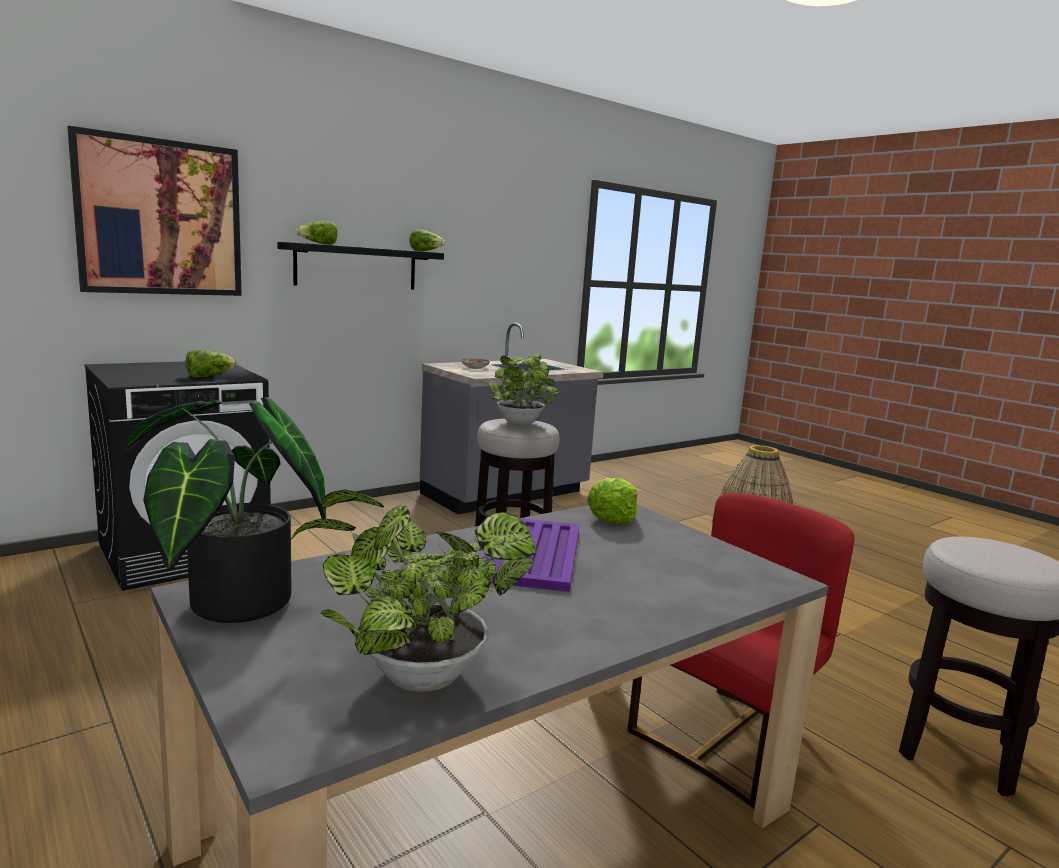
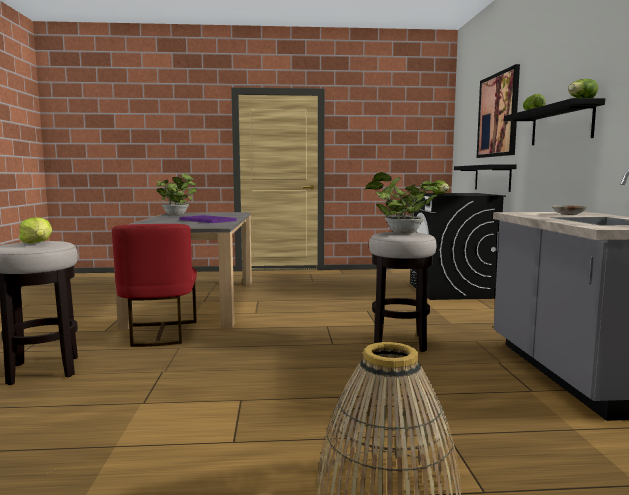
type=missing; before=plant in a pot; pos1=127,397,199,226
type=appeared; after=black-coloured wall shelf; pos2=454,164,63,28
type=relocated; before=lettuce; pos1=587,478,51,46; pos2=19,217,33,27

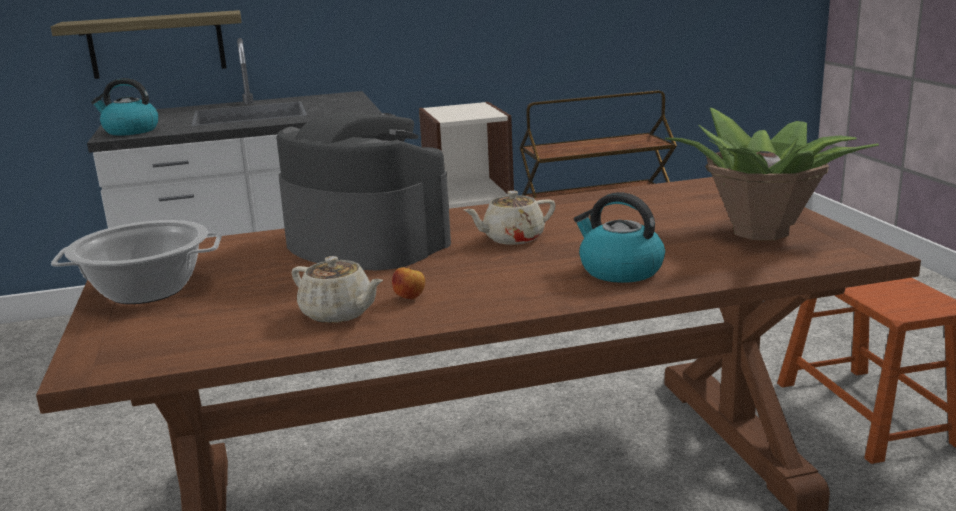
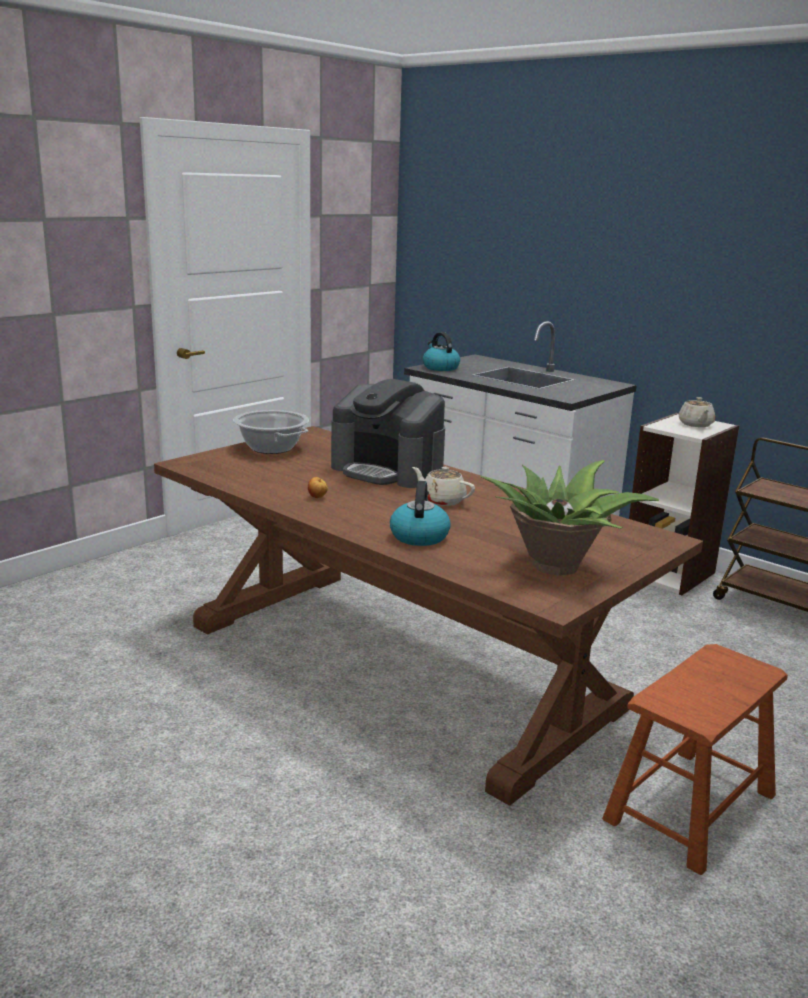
type=missing; before=wall shelf; pos1=51,10,191,69
type=relocated; before=beige pot for tea; pos1=292,256,91,67; pos2=679,397,36,30
type=spun; before=coffee brewer; pos1=276,112,175,158; pos2=331,379,114,109; turn=120

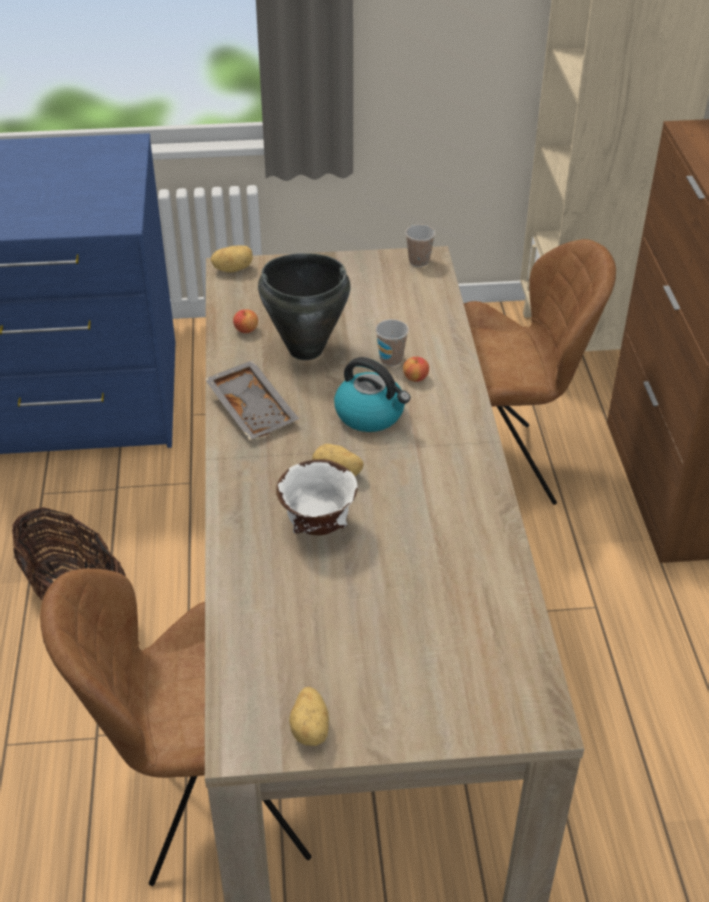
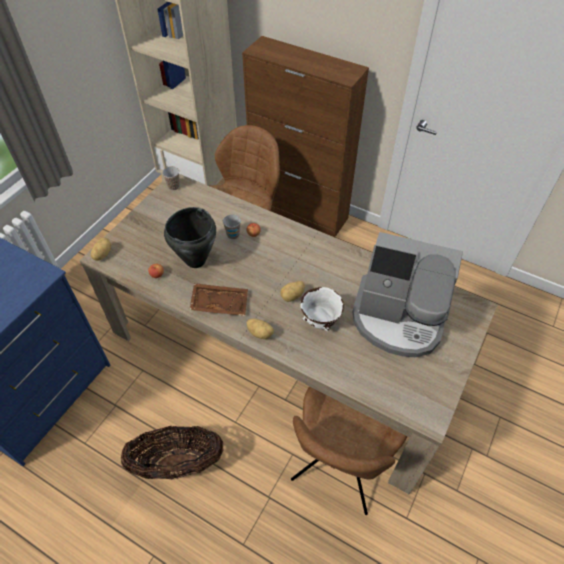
type=missing; before=tea kettle; pos1=334,357,76,75
type=appeared; after=coffee brewer; pos2=352,232,111,125
type=relocated; before=spud; pos1=289,687,40,59; pos2=247,318,27,21
type=colour; before=grey tray; after=brown-coloured tray; pos1=205,360,94,80; pos2=189,283,59,33

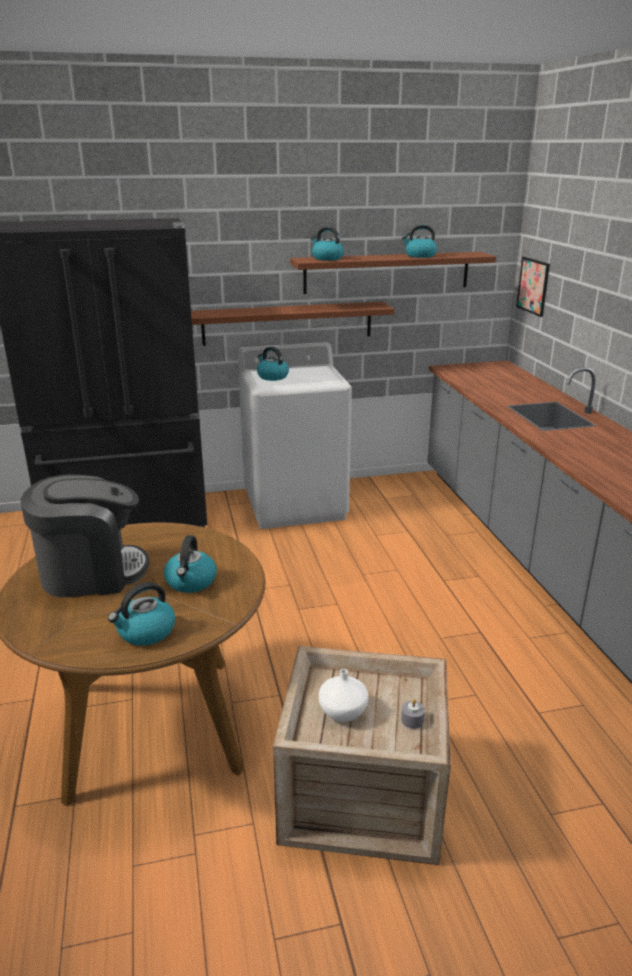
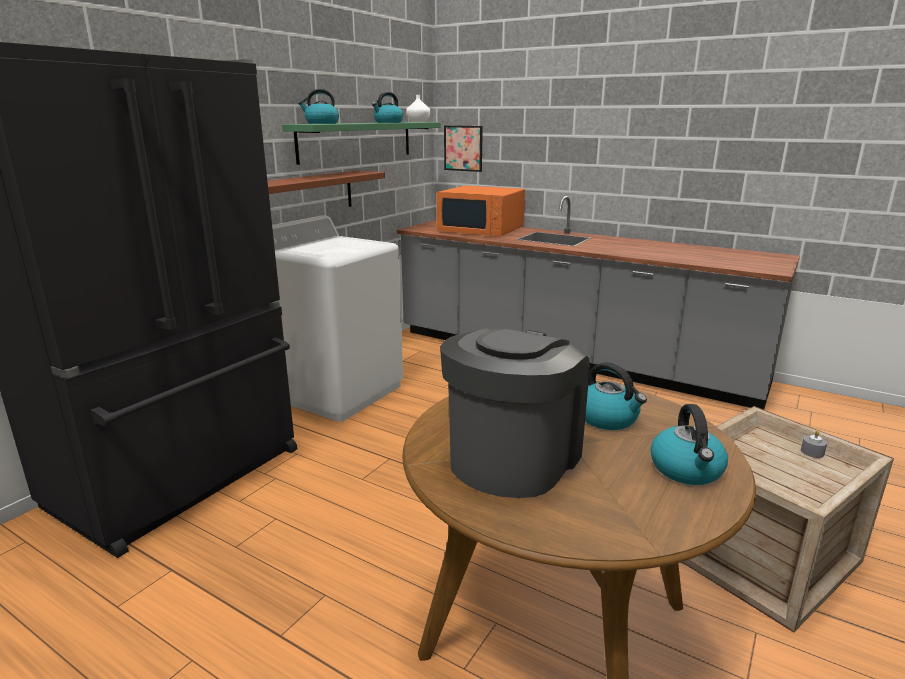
type=missing; before=tea kettle; pos1=257,347,32,34
type=appeared; after=orange-coloured kitchen microwave; pos2=436,186,89,50
type=relocated; before=white-coloured decorative vase; pos1=319,669,49,53; pos2=406,95,24,27
type=colour; before=brown-coloured wall shelf; after=green wall shelf; pos1=290,252,206,42; pos2=282,122,159,43

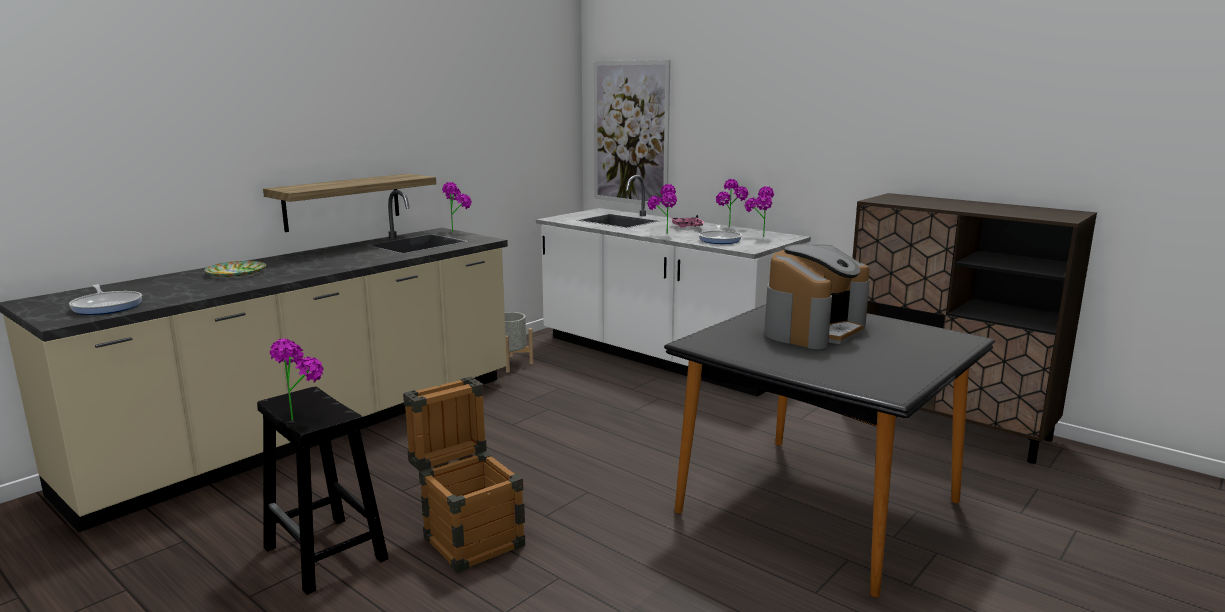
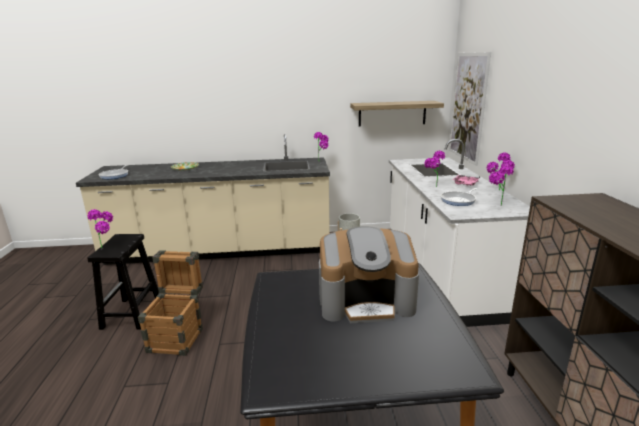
type=relocated; before=wall shelf; pos1=263,174,173,58; pos2=350,101,94,25

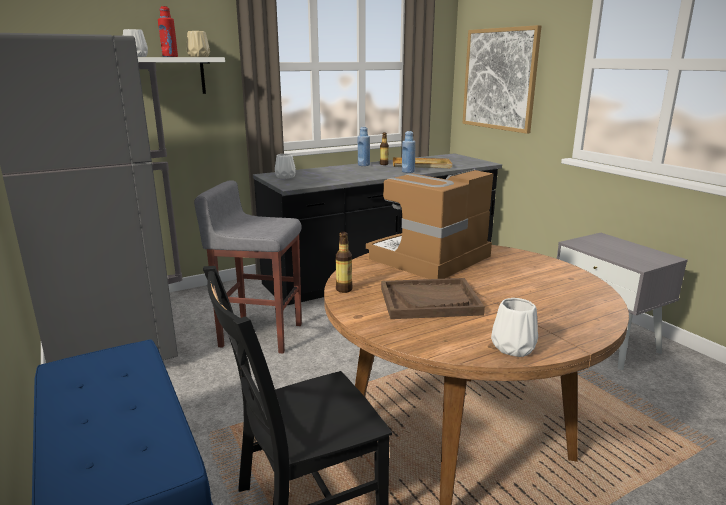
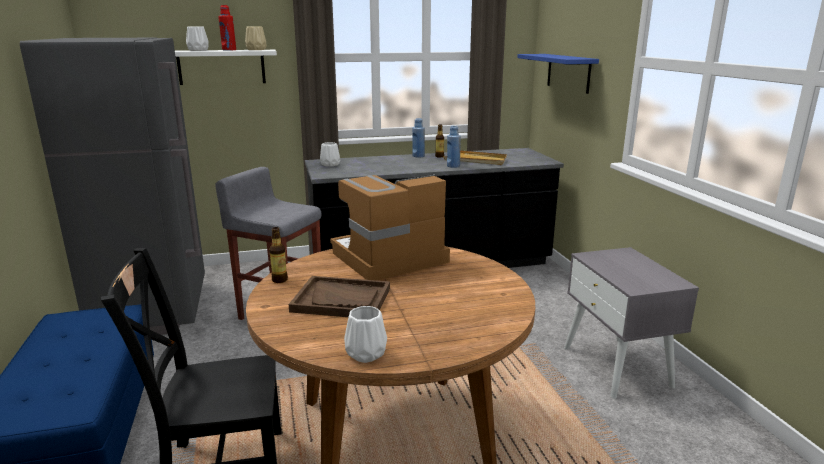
type=exchanged; before=wall art; after=blue-coloured wall shelf; pos1=463,25,78,109; pos2=517,54,82,40

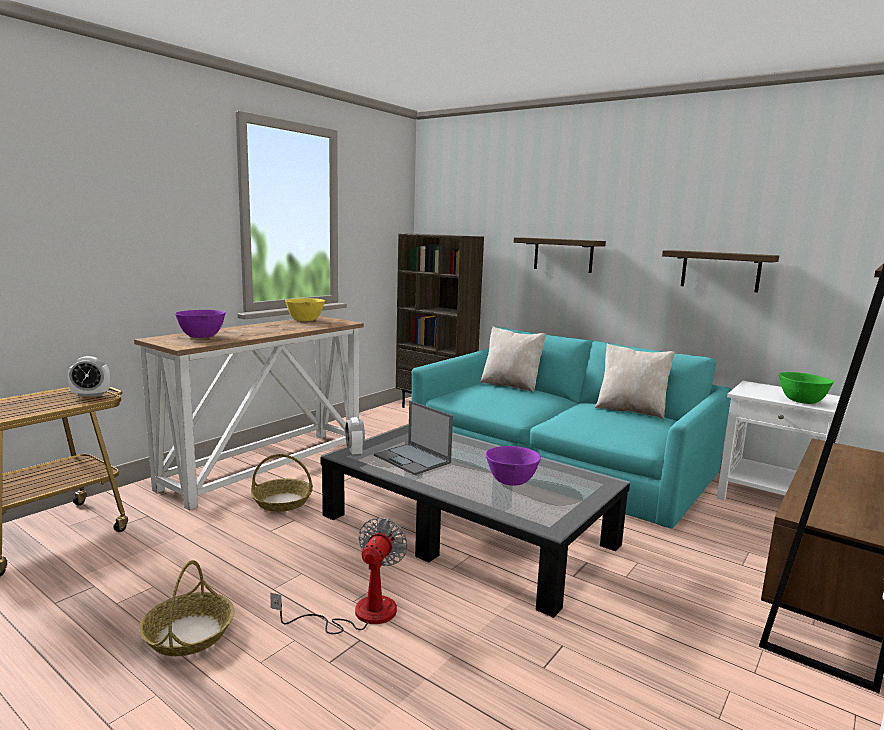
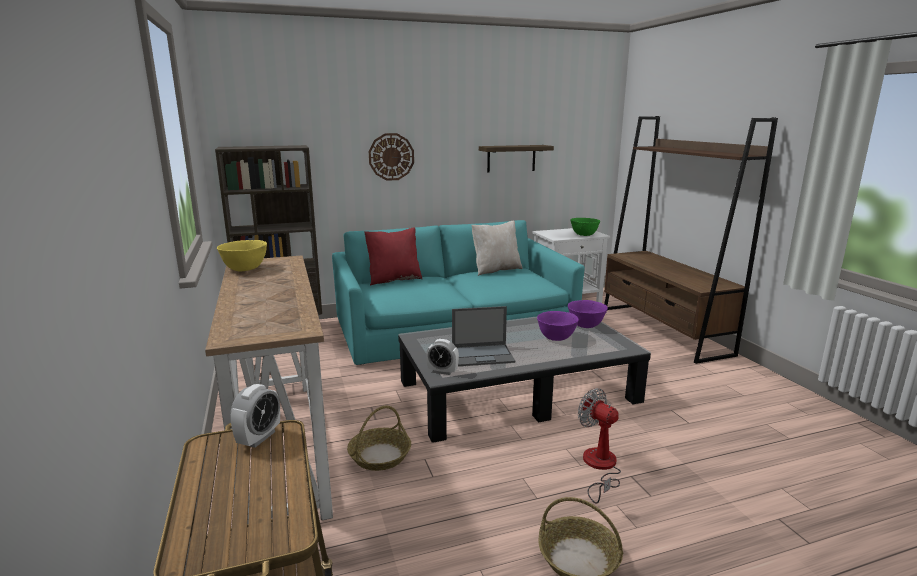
type=relocated; before=purple-coloured serving bowl; pos1=175,310,51,28; pos2=568,300,40,28
type=exchanged; before=wall shelf; after=wall clock; pos1=514,237,92,36; pos2=369,133,45,48
type=colour; before=beige pillow; after=red pillow; pos1=480,327,66,66; pos2=364,227,58,59

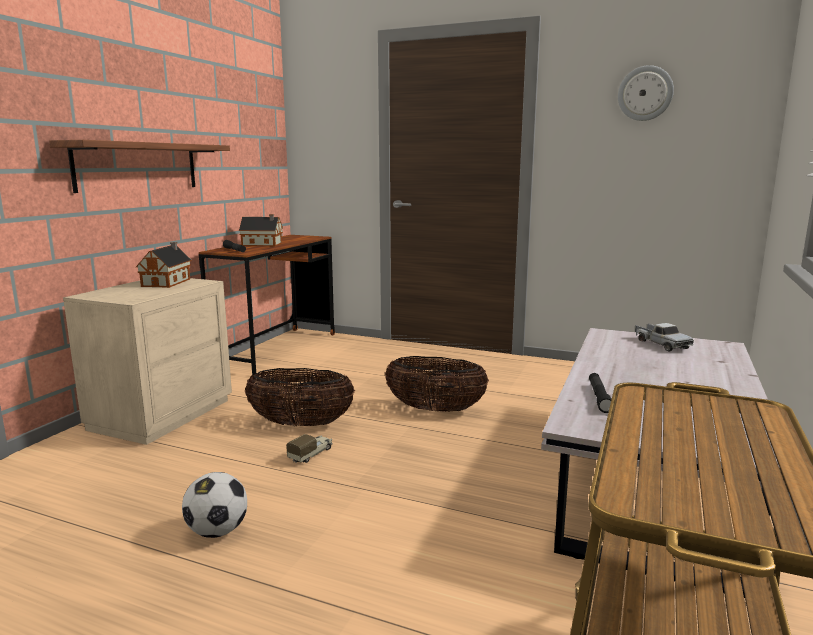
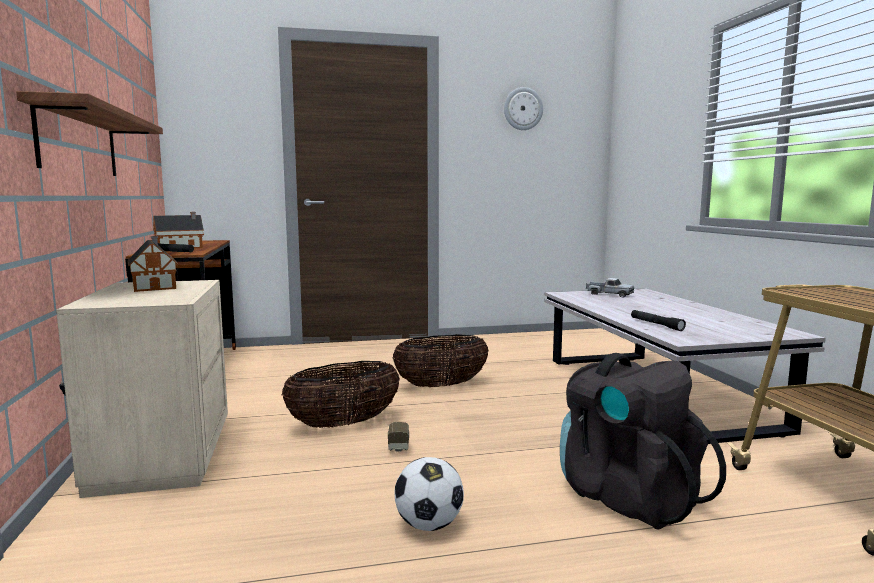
type=appeared; after=black-coloured rucksack; pos2=560,353,166,177

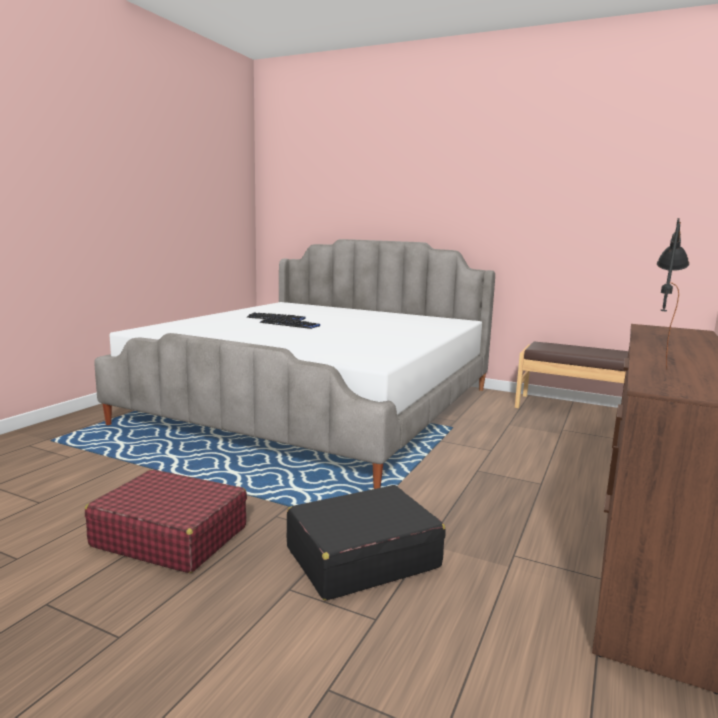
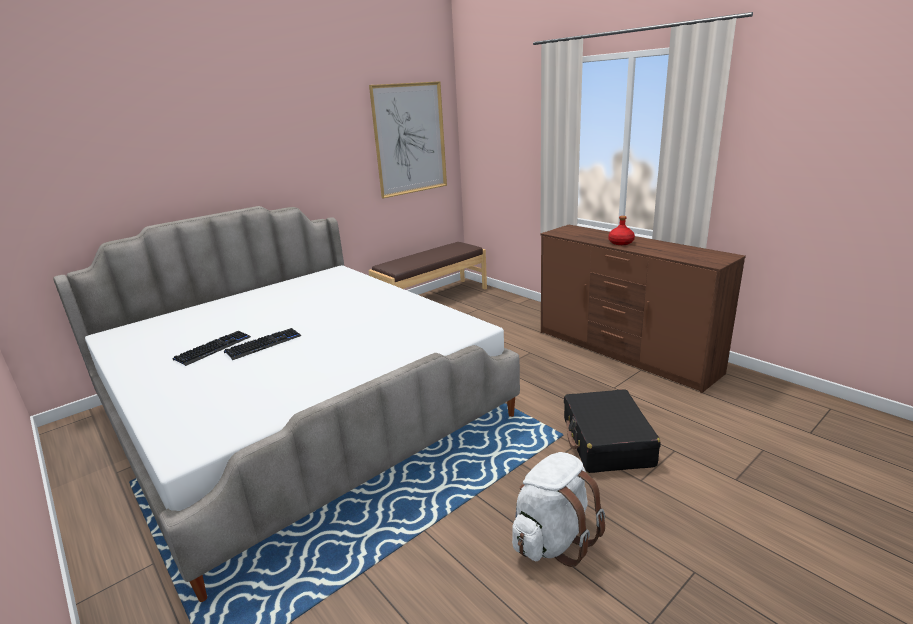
type=missing; before=black-coloured lamp for a table; pos1=657,218,32,151
type=appeared; after=wall art; pos2=369,81,78,117
type=appeared; after=red drink bottle; pos2=608,216,27,29
type=exchanged; before=red travel case; after=white-coloured rucksack; pos1=85,469,162,104; pos2=512,452,93,115

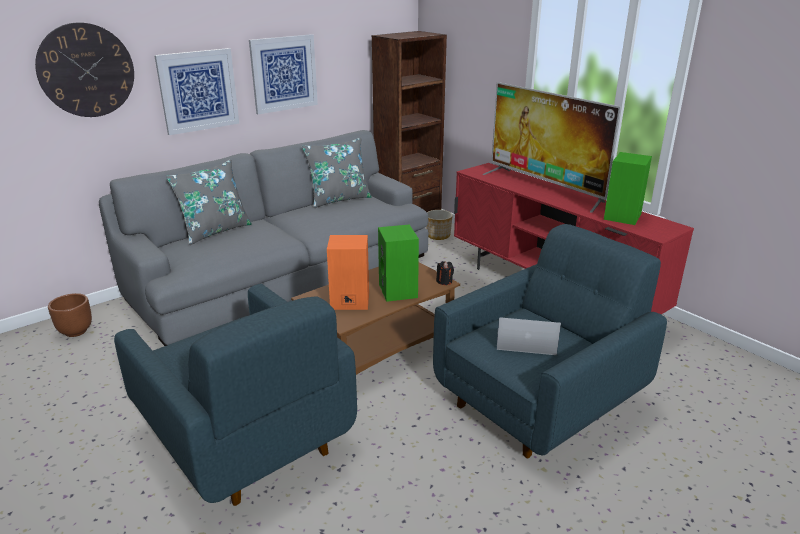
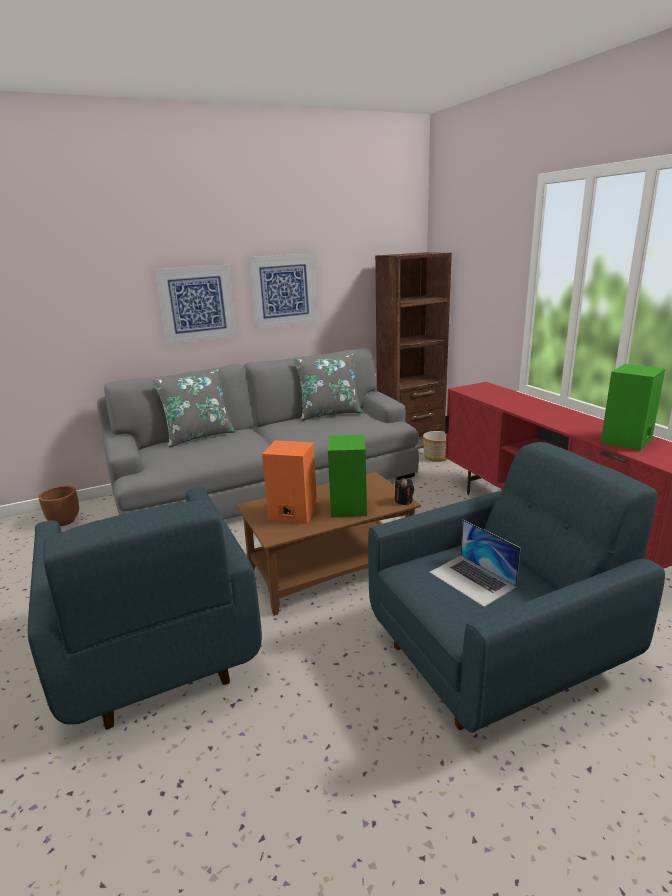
type=missing; before=wall clock; pos1=35,22,99,95
type=missing; before=TV set; pos1=483,82,138,131
type=spun; before=laptop; pos1=497,317,64,38; pos2=429,519,92,88; turn=-150

